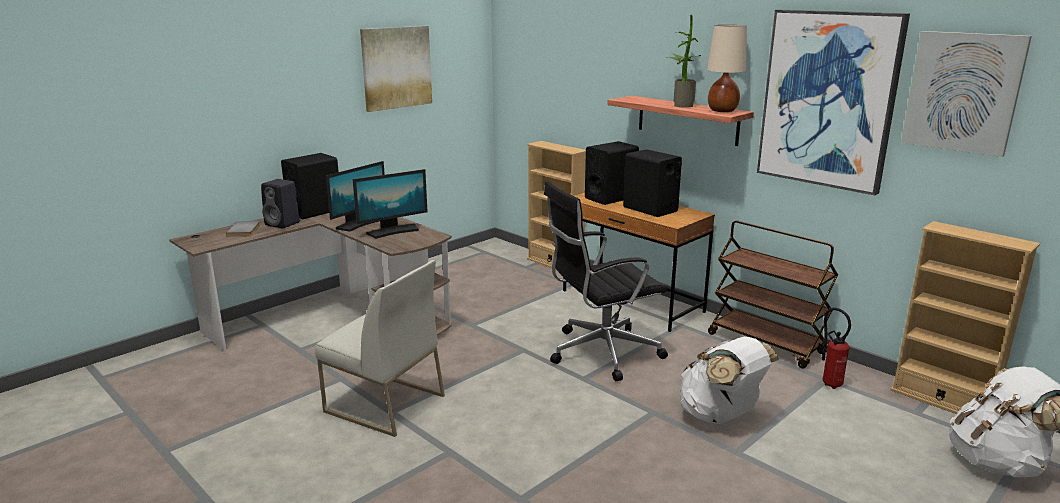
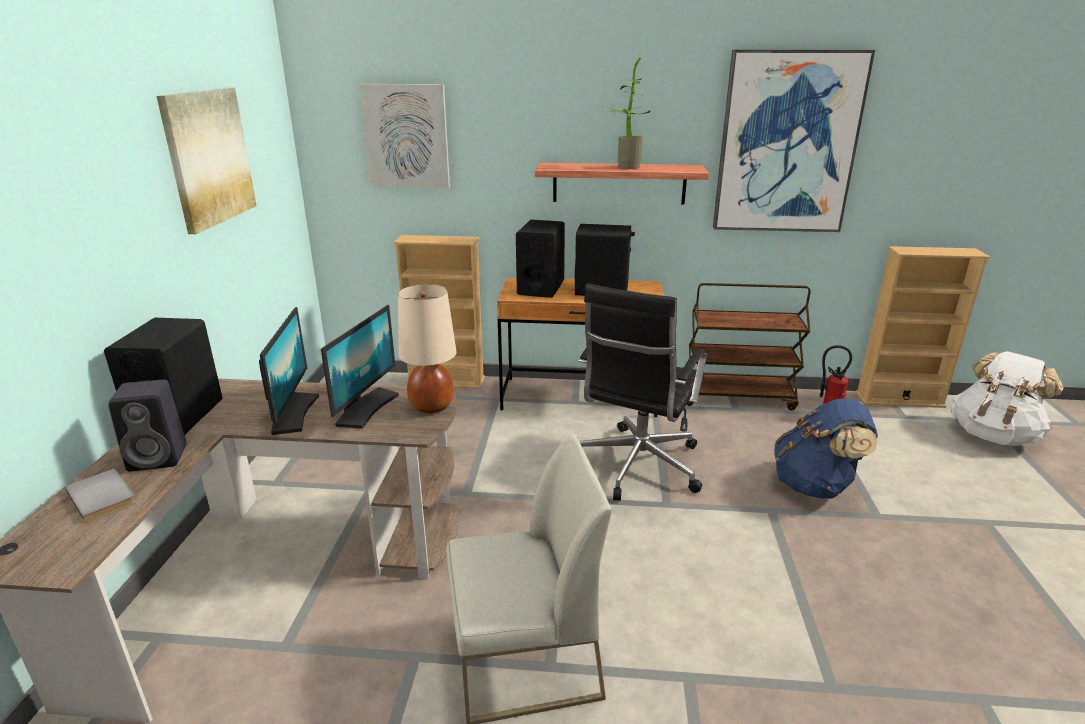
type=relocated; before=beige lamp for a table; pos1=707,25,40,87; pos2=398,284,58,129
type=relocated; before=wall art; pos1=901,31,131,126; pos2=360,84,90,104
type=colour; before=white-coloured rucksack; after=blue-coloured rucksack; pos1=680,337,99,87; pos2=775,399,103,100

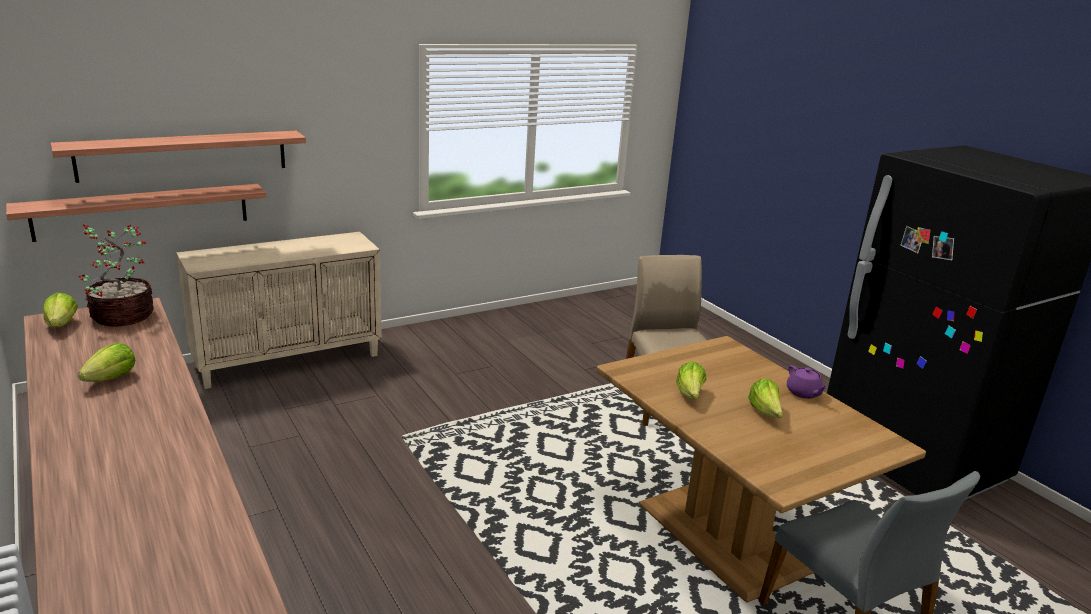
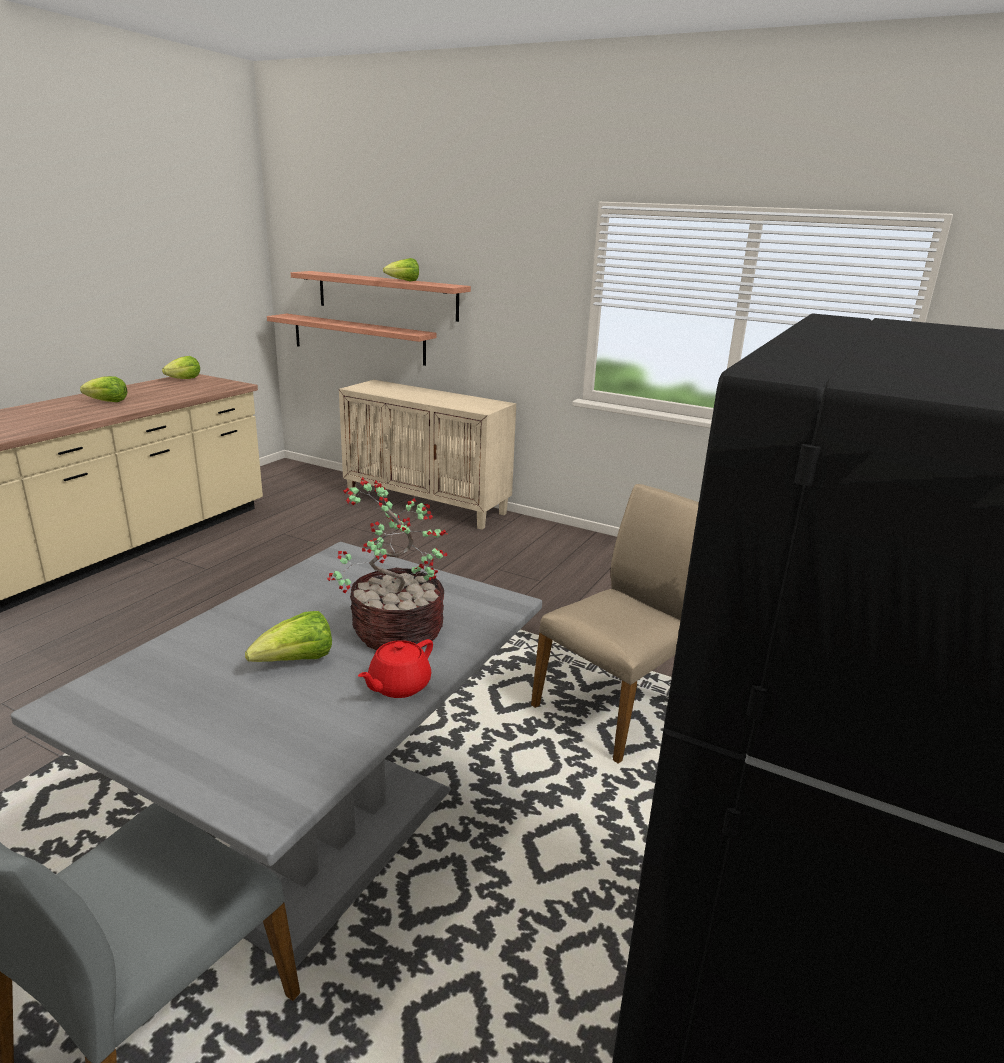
type=relocated; before=plant in a pot; pos1=79,224,74,102; pos2=327,477,120,173
type=relocated; before=lettuce; pos1=676,361,30,38; pos2=383,258,36,24
type=colour; before=brown-coloured dinner table; after=grey dinner table; pos1=596,336,330,267; pos2=11,542,531,426
type=colour; before=purple-coloured pot for tea; after=red pot for tea; pos1=787,365,41,34; pos2=358,639,75,59

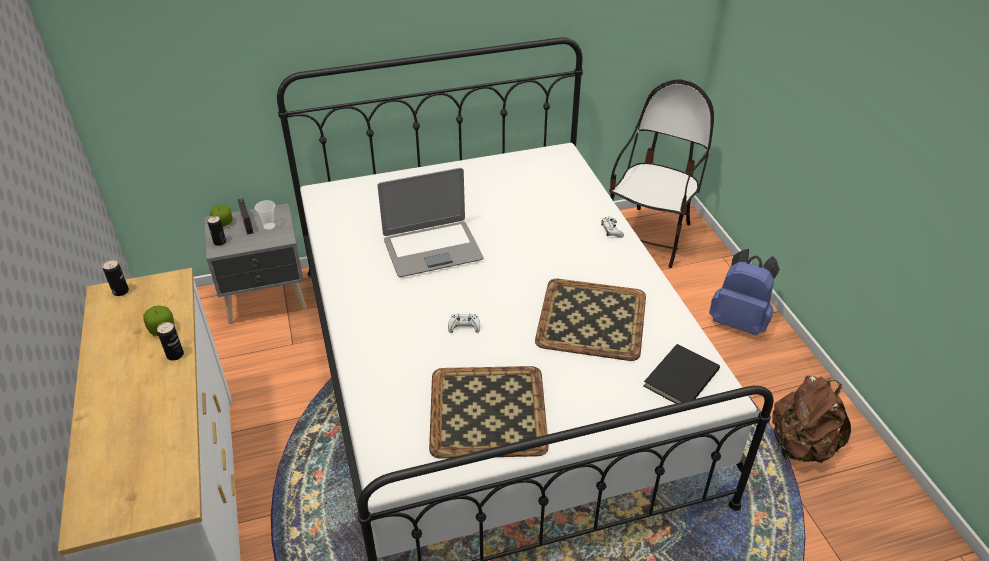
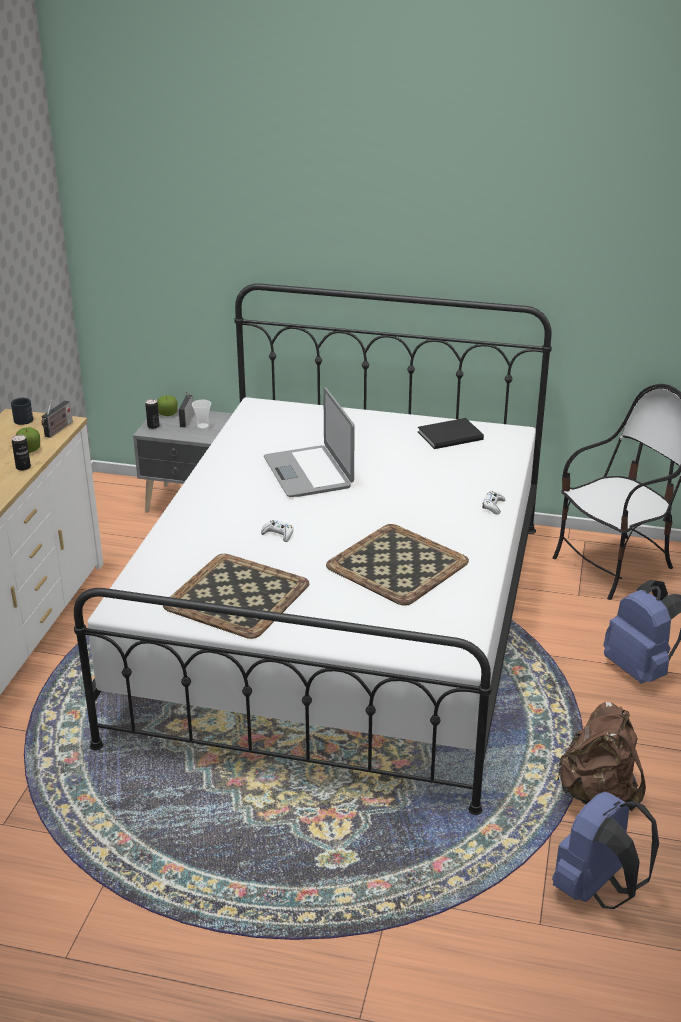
type=appeared; after=radio set; pos2=41,400,32,38
type=appeared; after=blue-coloured rucksack; pos2=552,792,107,117
type=relocated; before=black-coloured volume; pos1=644,344,76,60; pos2=418,418,66,31
type=exchanged; before=metal can; after=black-coloured tea mug; pos1=102,260,27,36; pos2=11,398,22,27
type=spun; before=laptop; pos1=378,168,105,109; pos2=264,388,91,109; turn=60

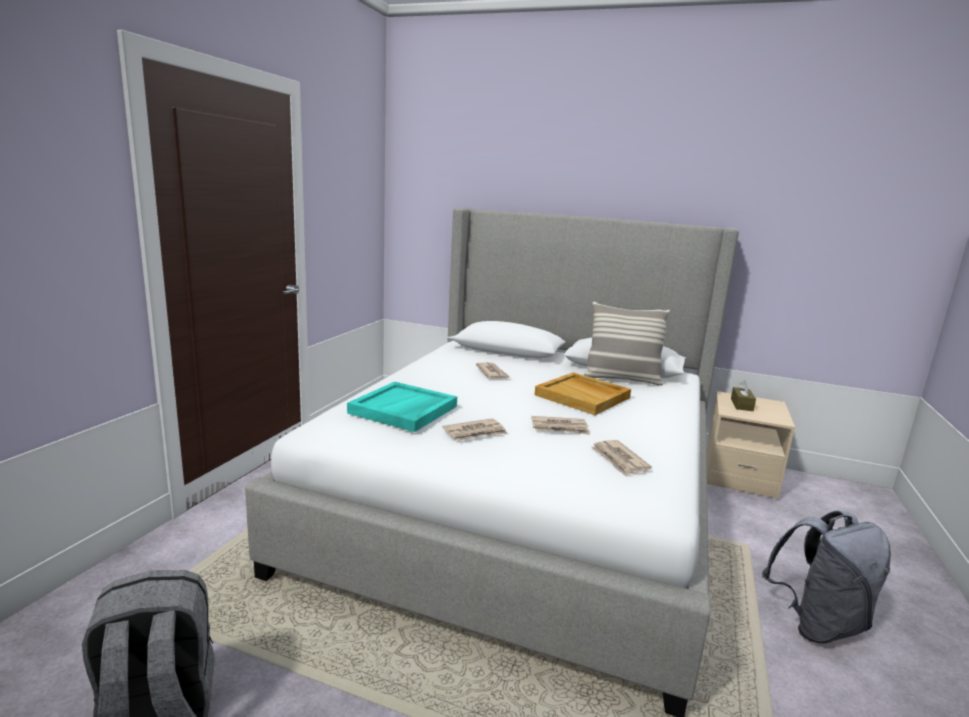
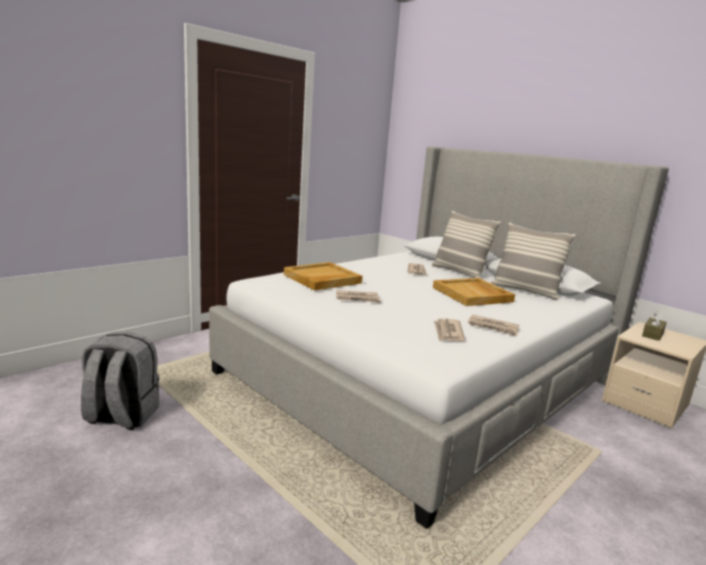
type=missing; before=grey rucksack; pos1=762,510,129,134
type=appeared; after=pillow; pos2=432,211,69,68
type=relocated; before=daily paper; pos1=531,416,59,19; pos2=468,315,51,22
type=colour; before=blue-green tray; after=beige tray; pos1=347,382,110,50; pos2=284,262,79,29

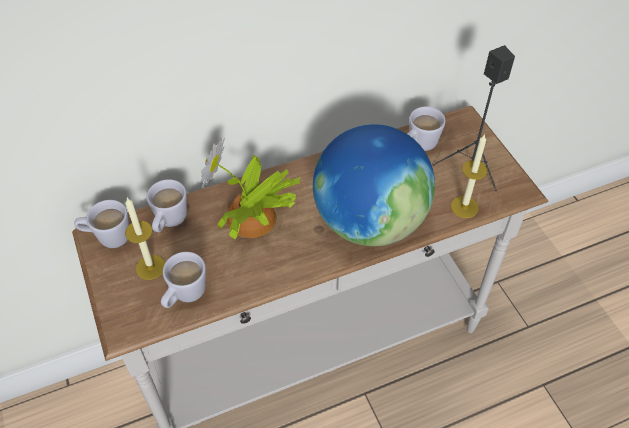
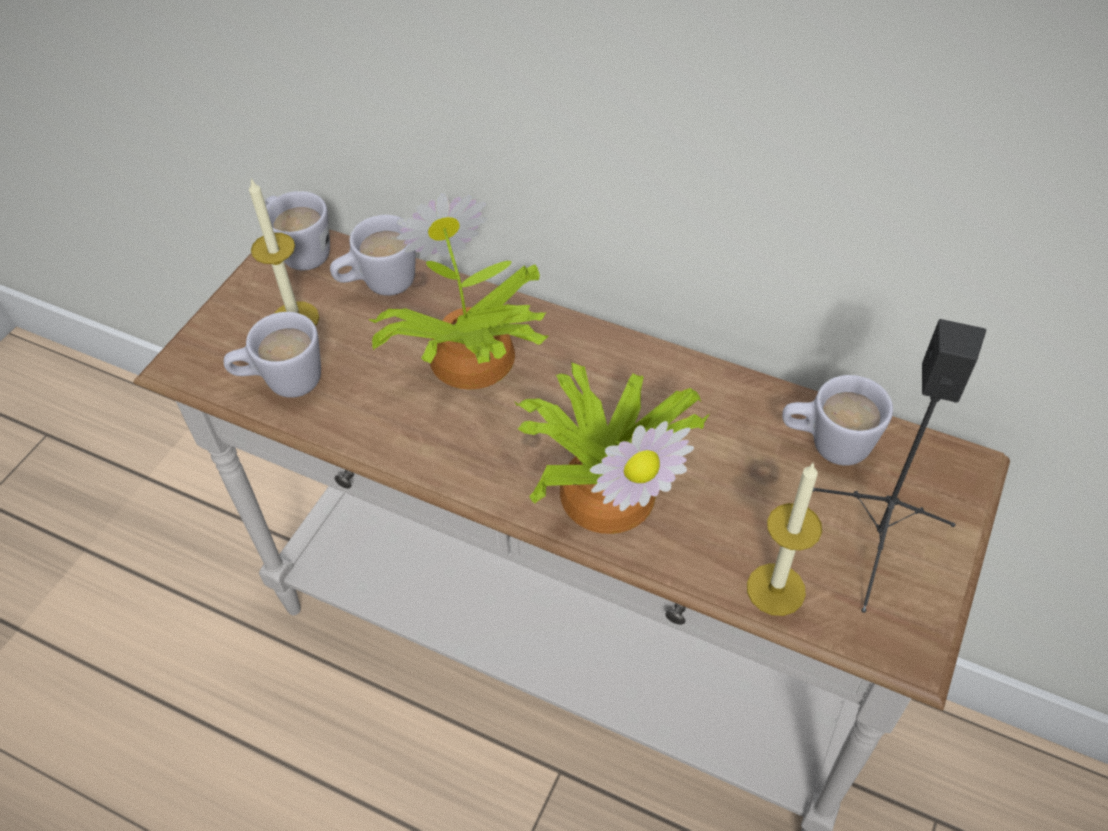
type=exchanged; before=world globe; after=plant in a pot; pos1=313,124,122,122; pos2=514,362,196,172

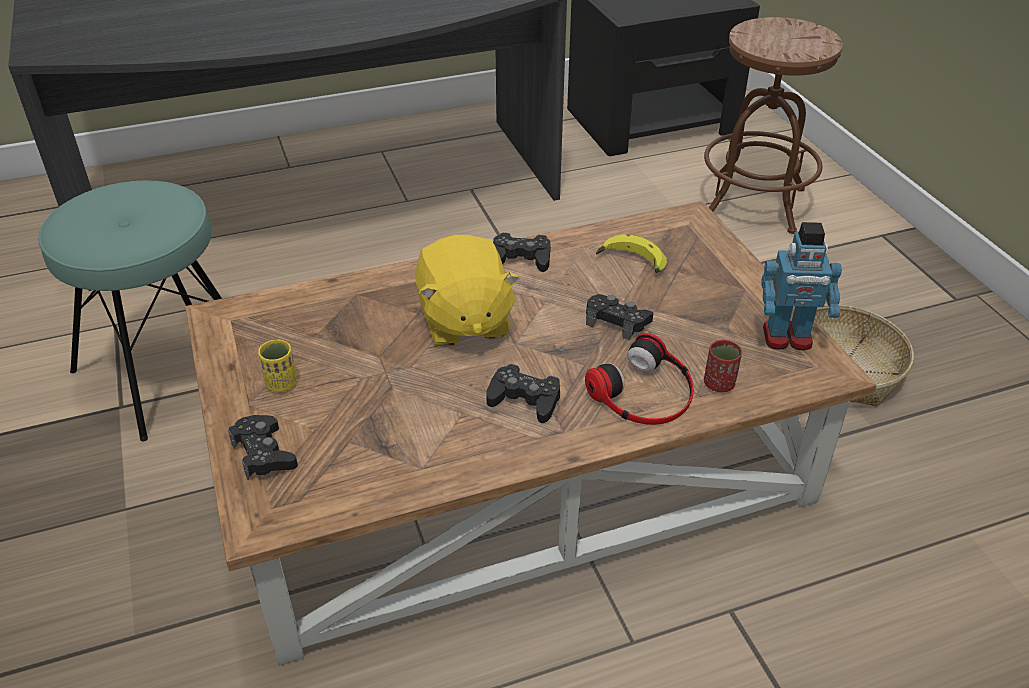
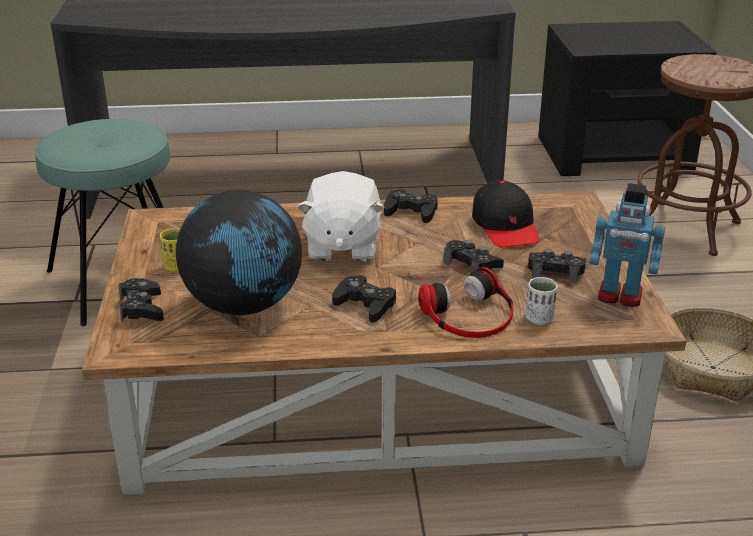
type=appeared; after=world globe; pos2=176,190,126,125
type=appeared; after=black-coloured gamepad; pos2=528,249,58,34
type=exchanged; before=whole banana; after=black-coloured cap; pos1=596,234,71,39; pos2=472,180,68,67
type=colour; before=yellow-coloured cuddly toy; after=white-coloured cuddly toy; pos1=415,235,105,112; pos2=297,171,88,91
type=colour; before=red cup; after=white-coloured cup; pos1=704,340,38,52; pos2=525,277,33,48

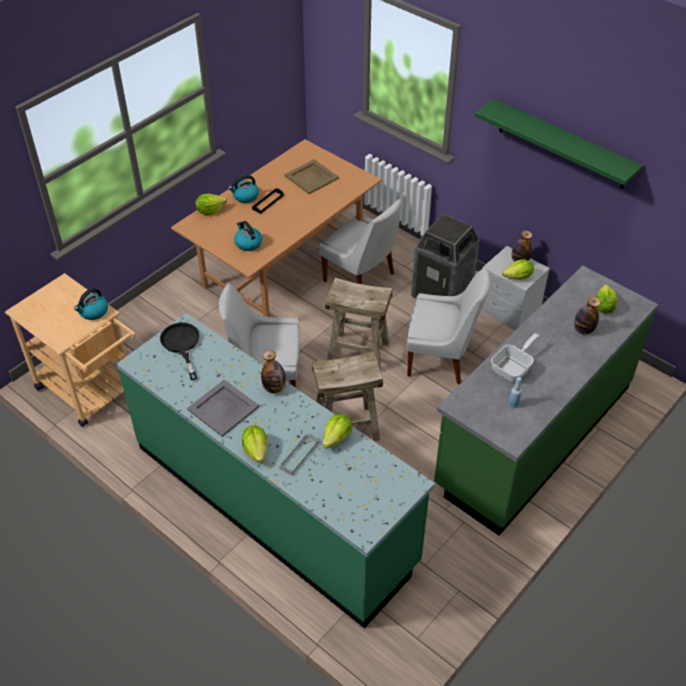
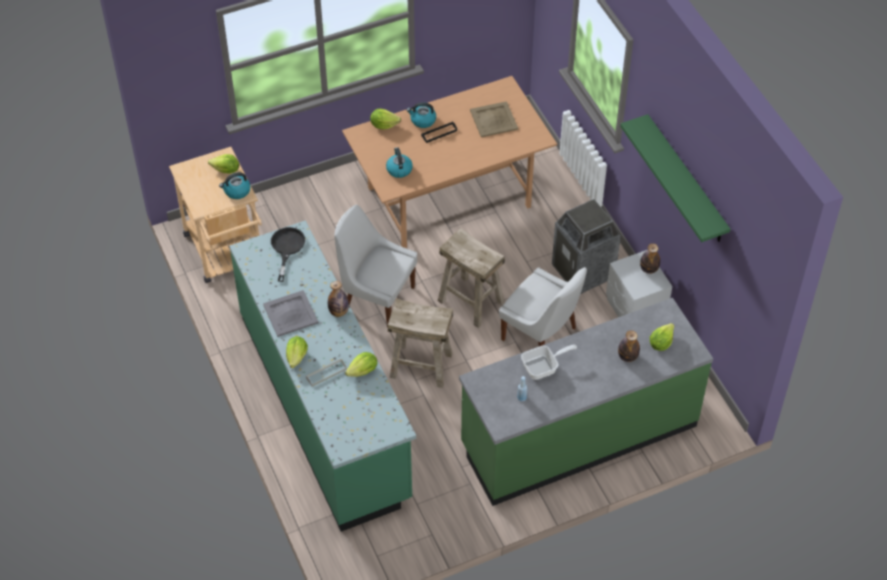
type=missing; before=white-coloured chair; pos1=319,199,83,85
type=relocated; before=lettuce; pos1=502,259,32,21; pos2=208,154,31,20

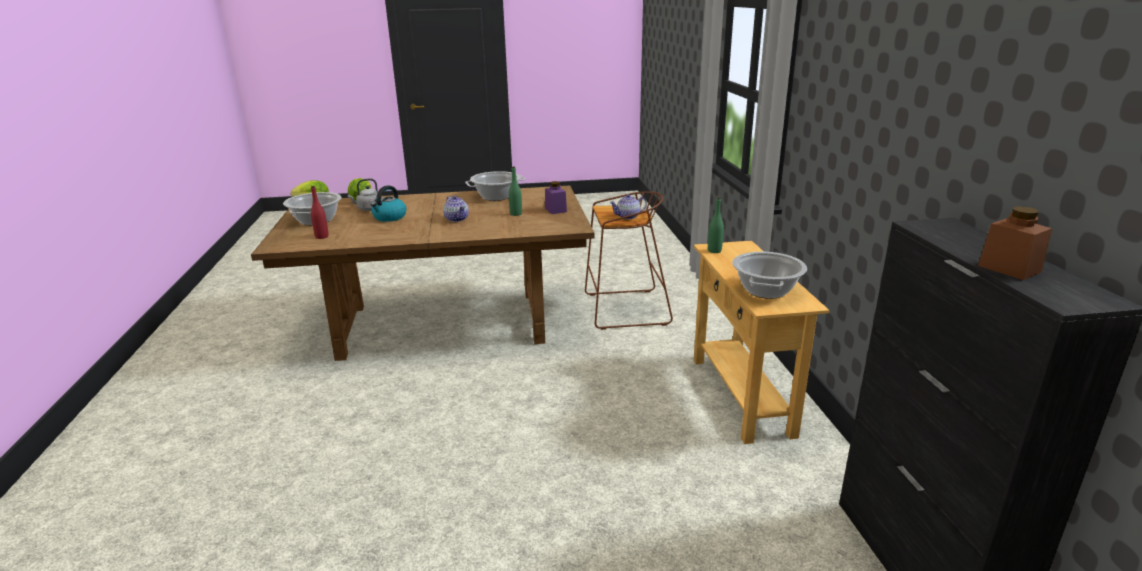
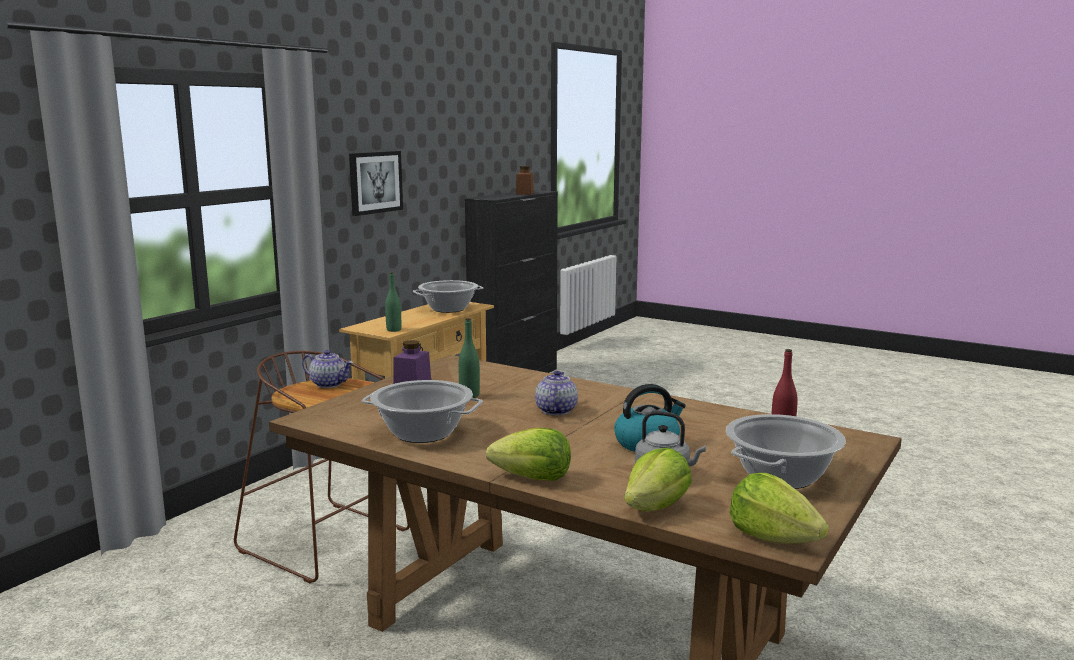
type=appeared; after=wall art; pos2=349,151,54,65
type=appeared; after=lettuce; pos2=486,428,85,53

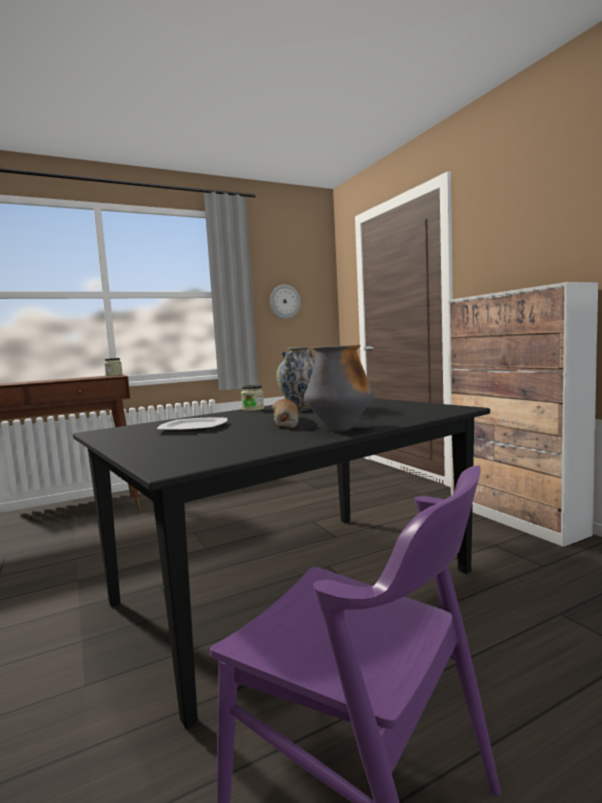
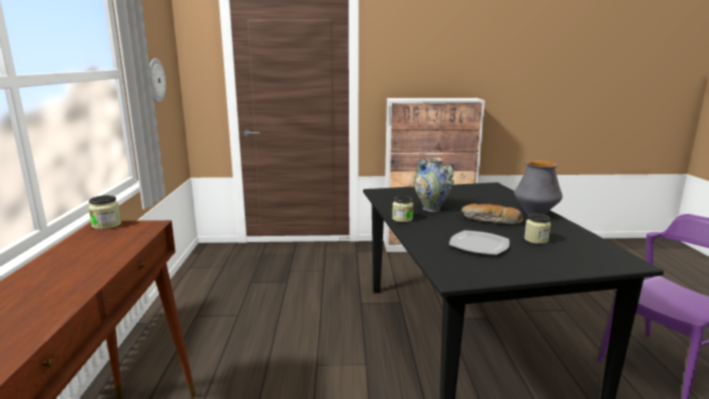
type=appeared; after=jar; pos2=524,214,27,30

